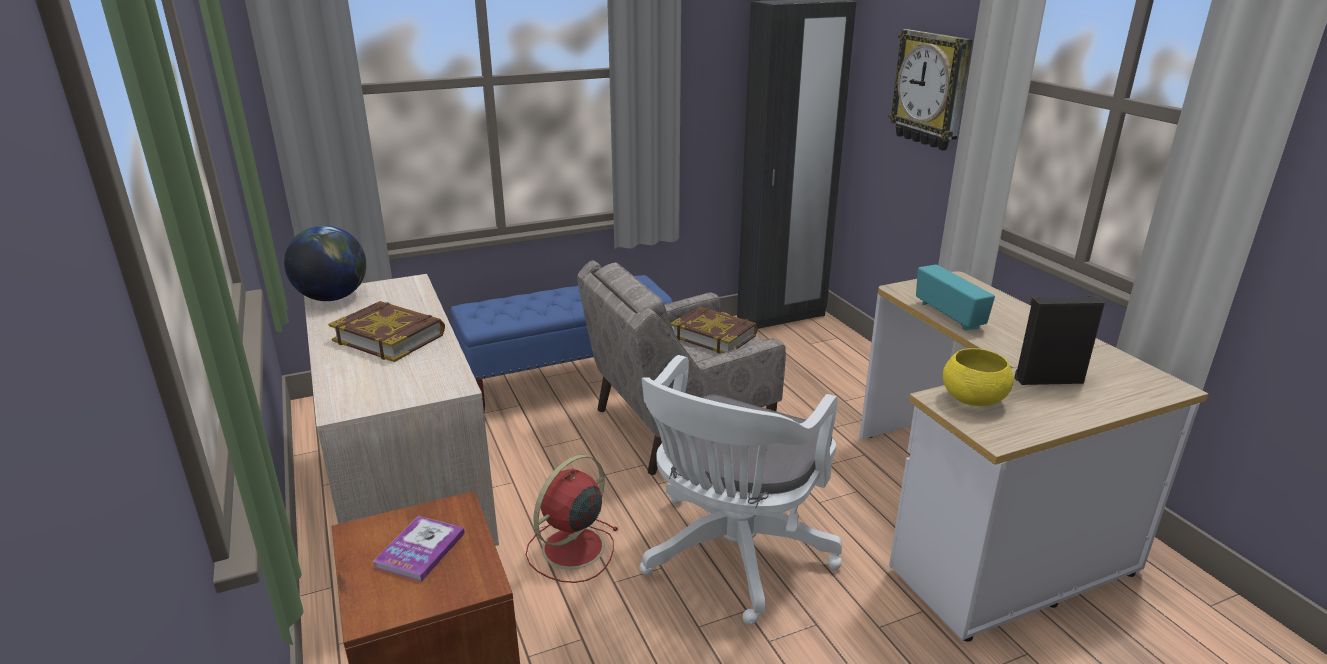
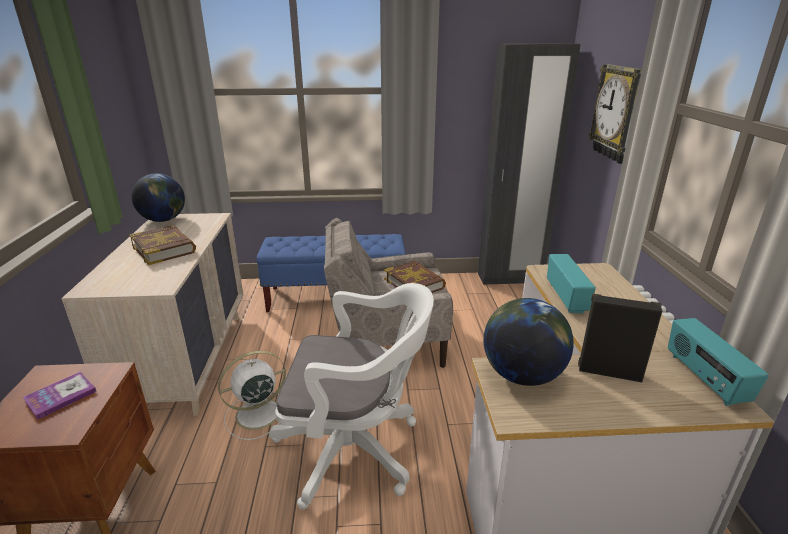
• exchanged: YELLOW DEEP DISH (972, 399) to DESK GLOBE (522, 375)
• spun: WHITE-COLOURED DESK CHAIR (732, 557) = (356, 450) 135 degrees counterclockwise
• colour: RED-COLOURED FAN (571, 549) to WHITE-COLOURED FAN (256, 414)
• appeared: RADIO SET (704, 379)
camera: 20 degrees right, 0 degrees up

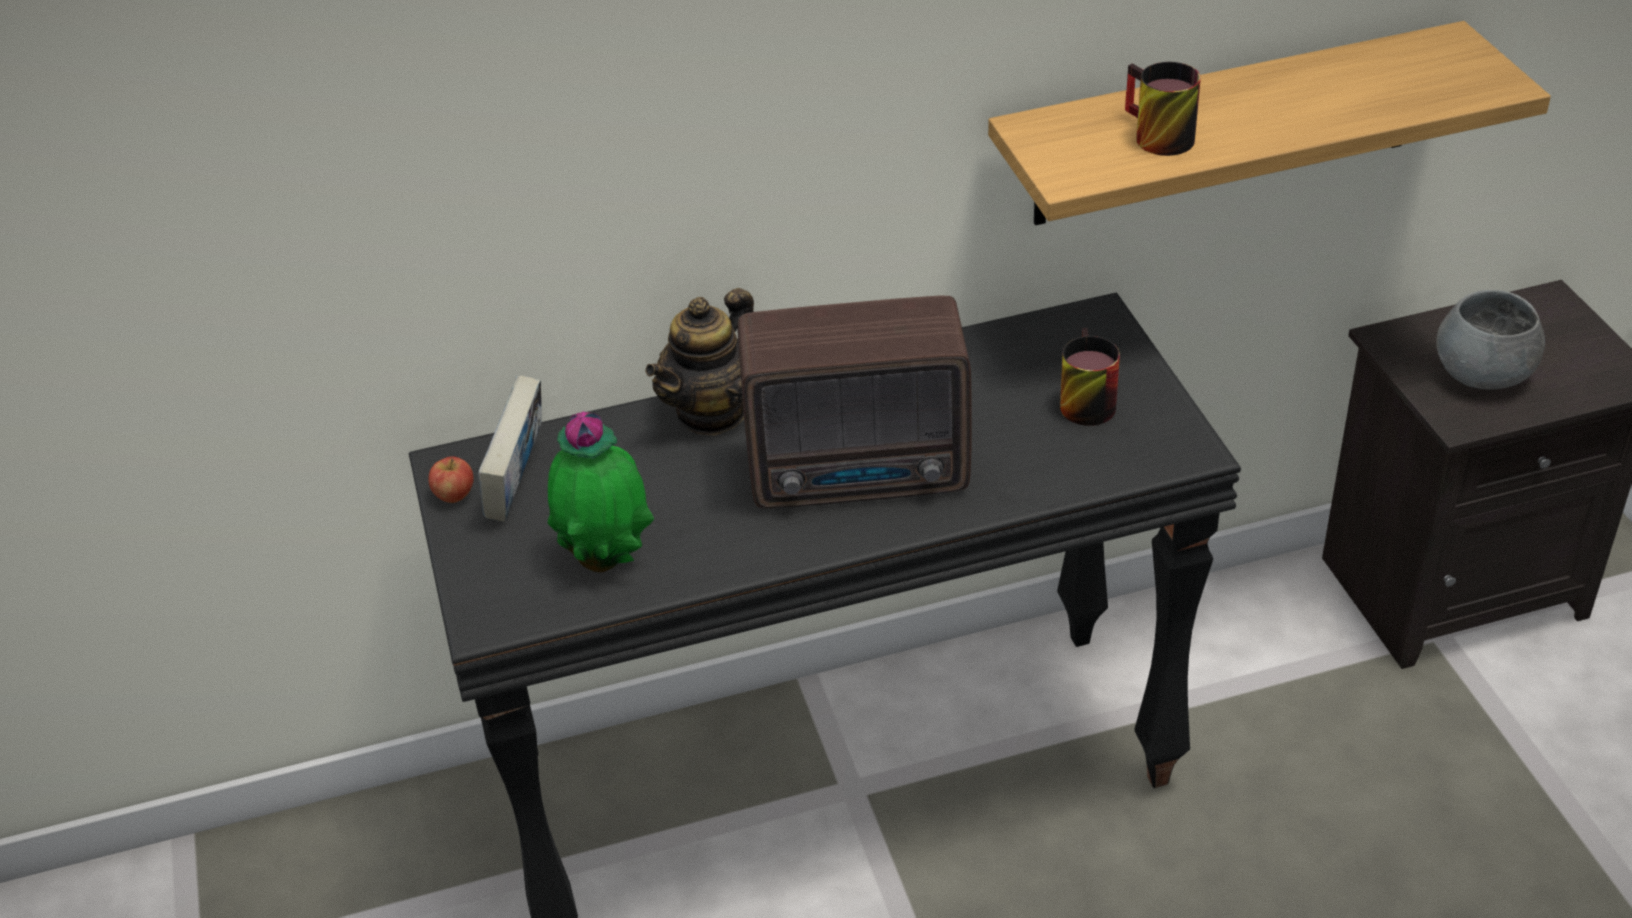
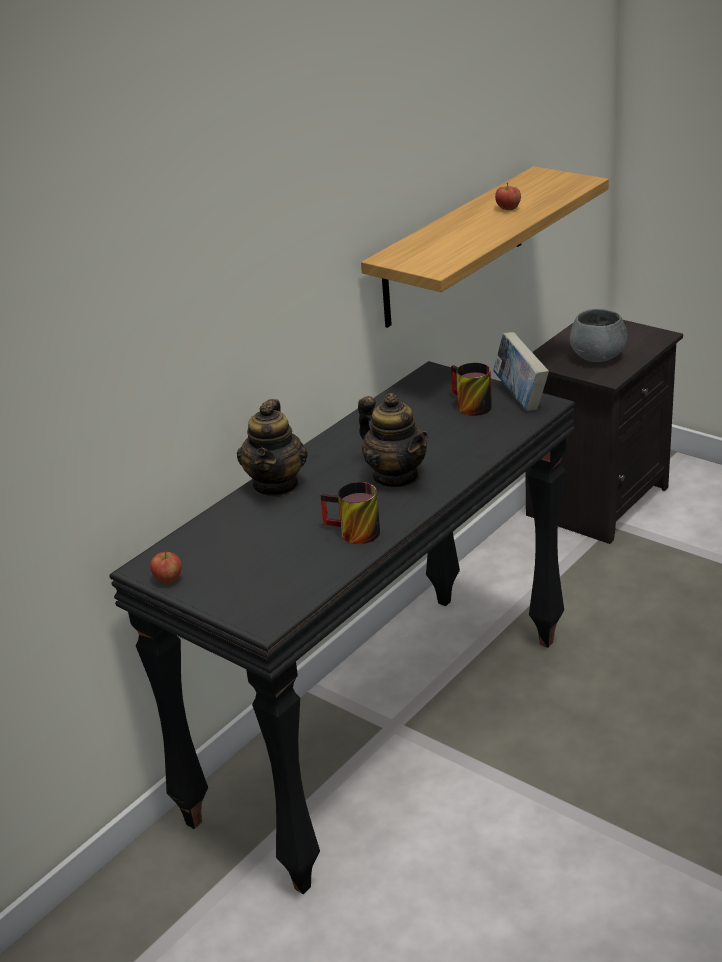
• relocated: COFFEE MUG (1153, 137) to (352, 534)
• exchanged: RADIO SET (863, 475) to TEAPOT (396, 476)
• relocated: VOLUME (519, 486) to (520, 397)
• missing: HOUSEPLANT (608, 560)
• appeared: APPLE FRUIT (508, 209)
camera: 35 degrees left, 10 degrees down

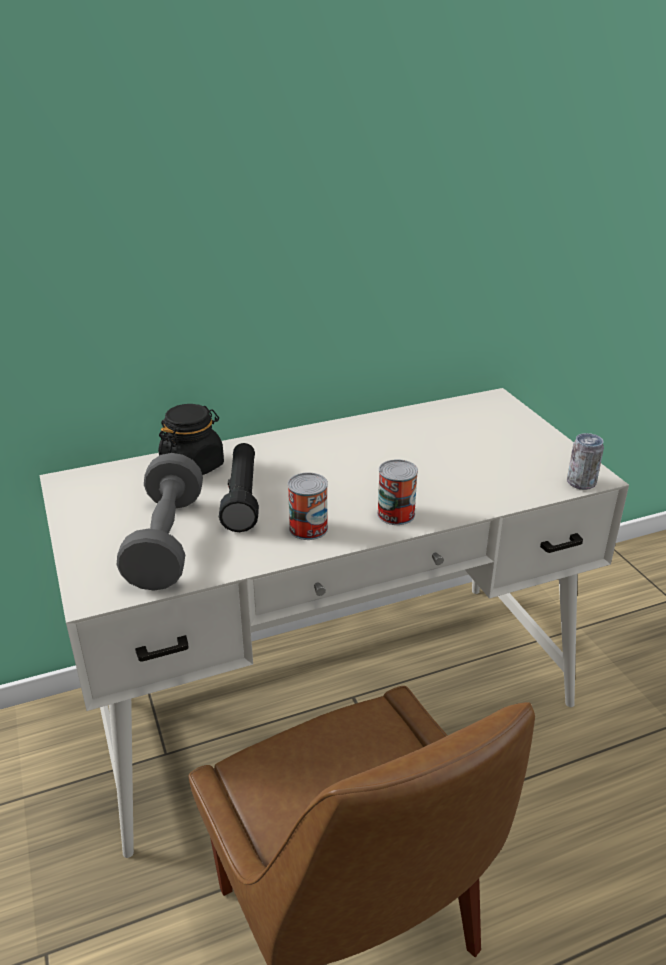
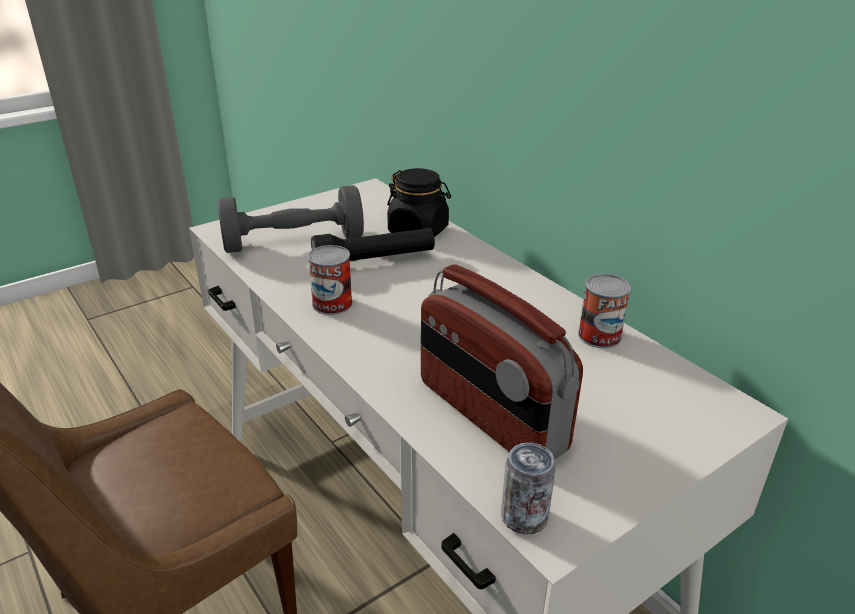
• relocated: CAN (396, 514) to (599, 335)
• appeared: RADIO SET (489, 416)
camera: 75 degrees right, 0 degrees up

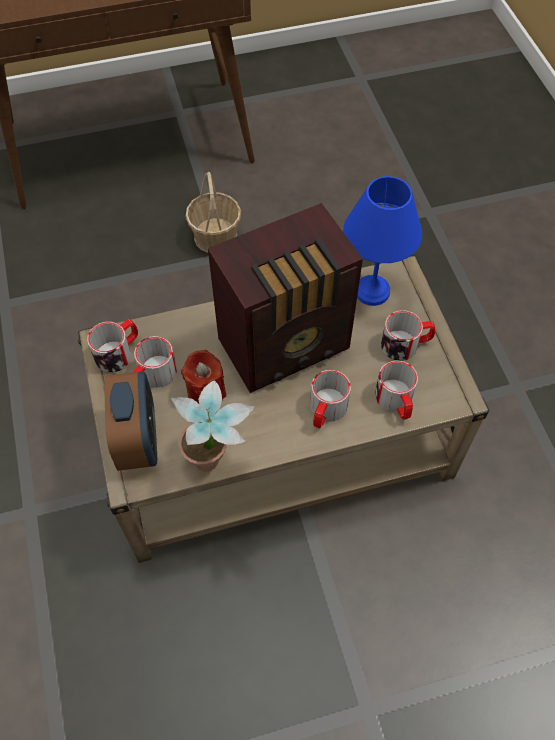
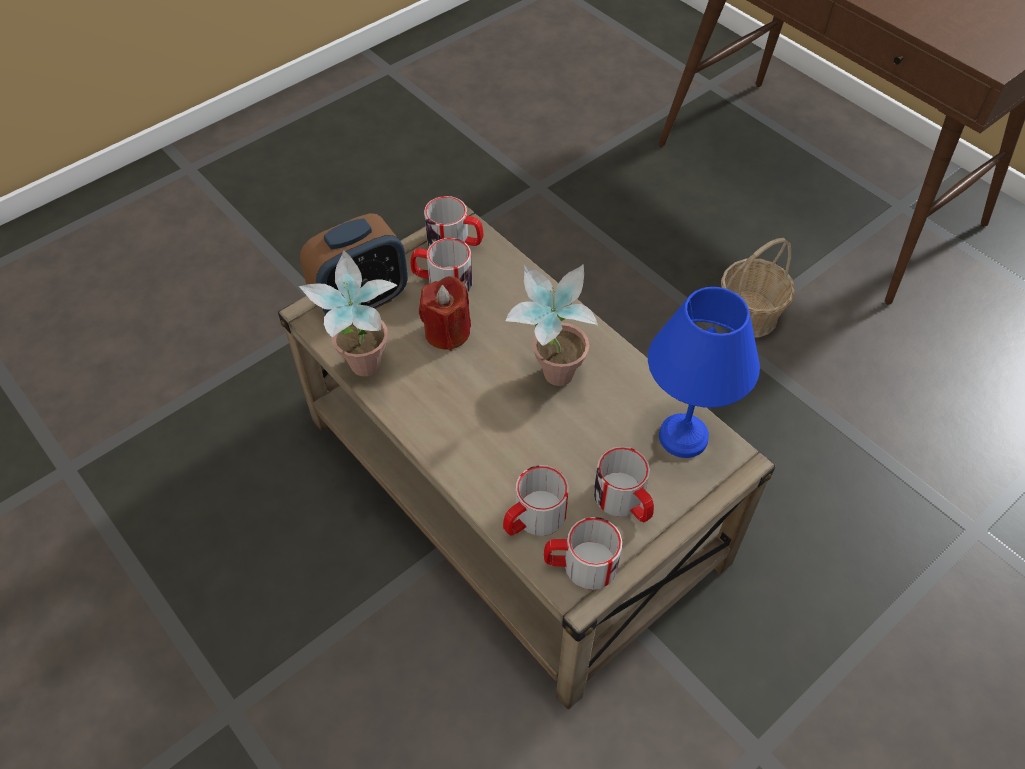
• exchanged: RADIO SET (287, 345) to HOUSEPLANT (550, 380)
• relocated: COFFEE MUG (325, 411) to (580, 565)
camera: 65 degrees right, 5 degrees down

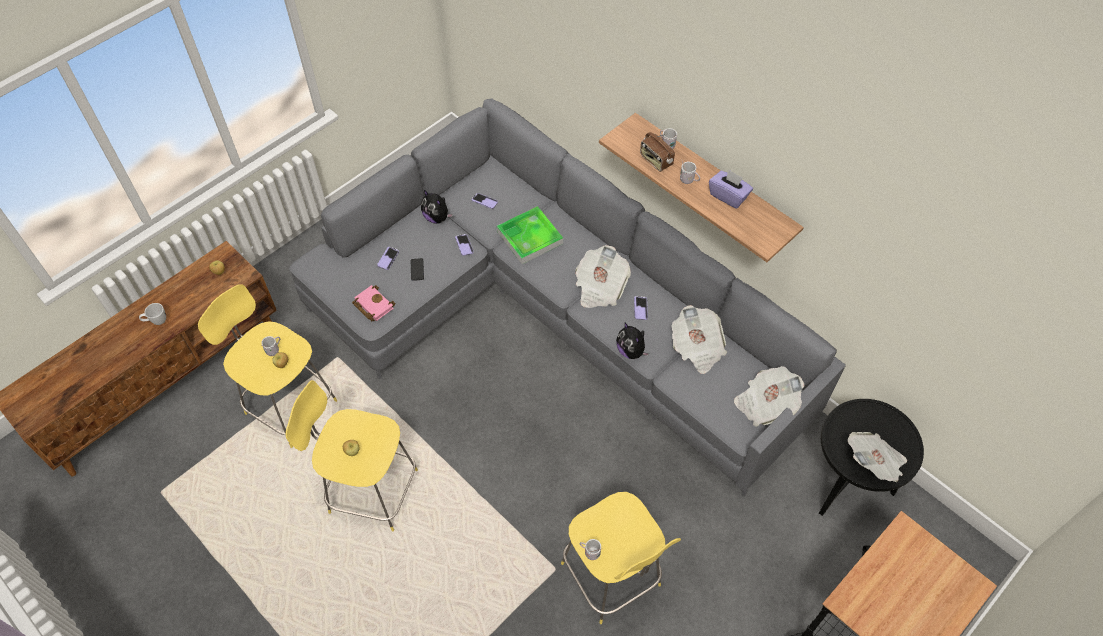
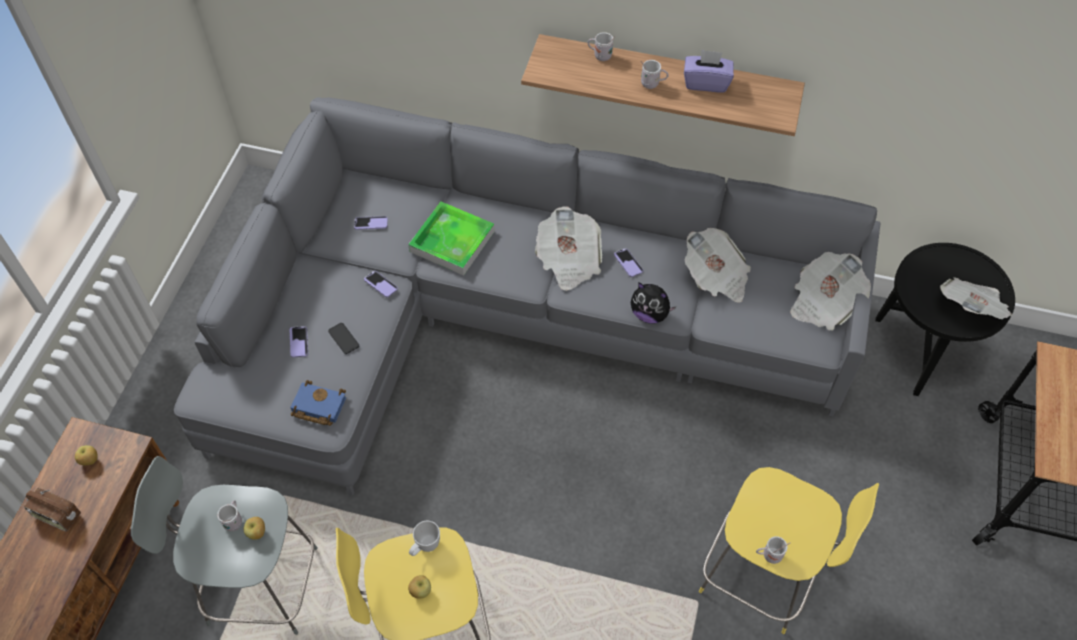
• relocated: RADIO SET (655, 160) to (57, 516)
• missing: CUDDLY TOY (437, 217)
• colour: YELLOW STOOL SEAT (288, 405) to GREYISH STOOL SEAT (258, 585)
• colour: PINK VOLUME (372, 305) to BLUE VOLUME (317, 406)
• relocated: WHITE-COLOURED COFFEE MUG (156, 321) to (425, 547)
camera: 30 degrees left, 0 degrees up

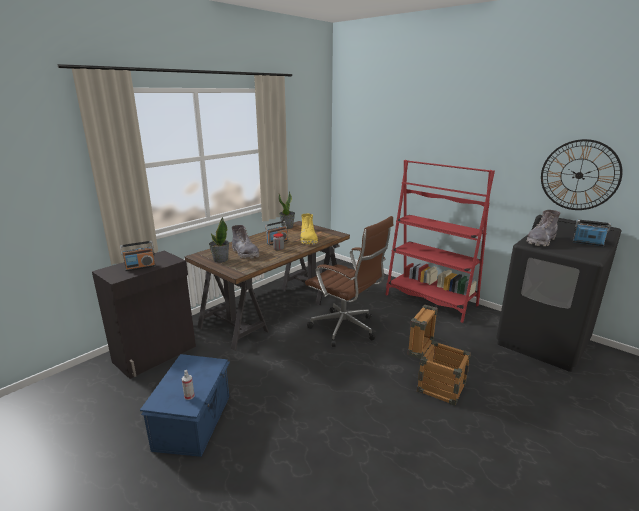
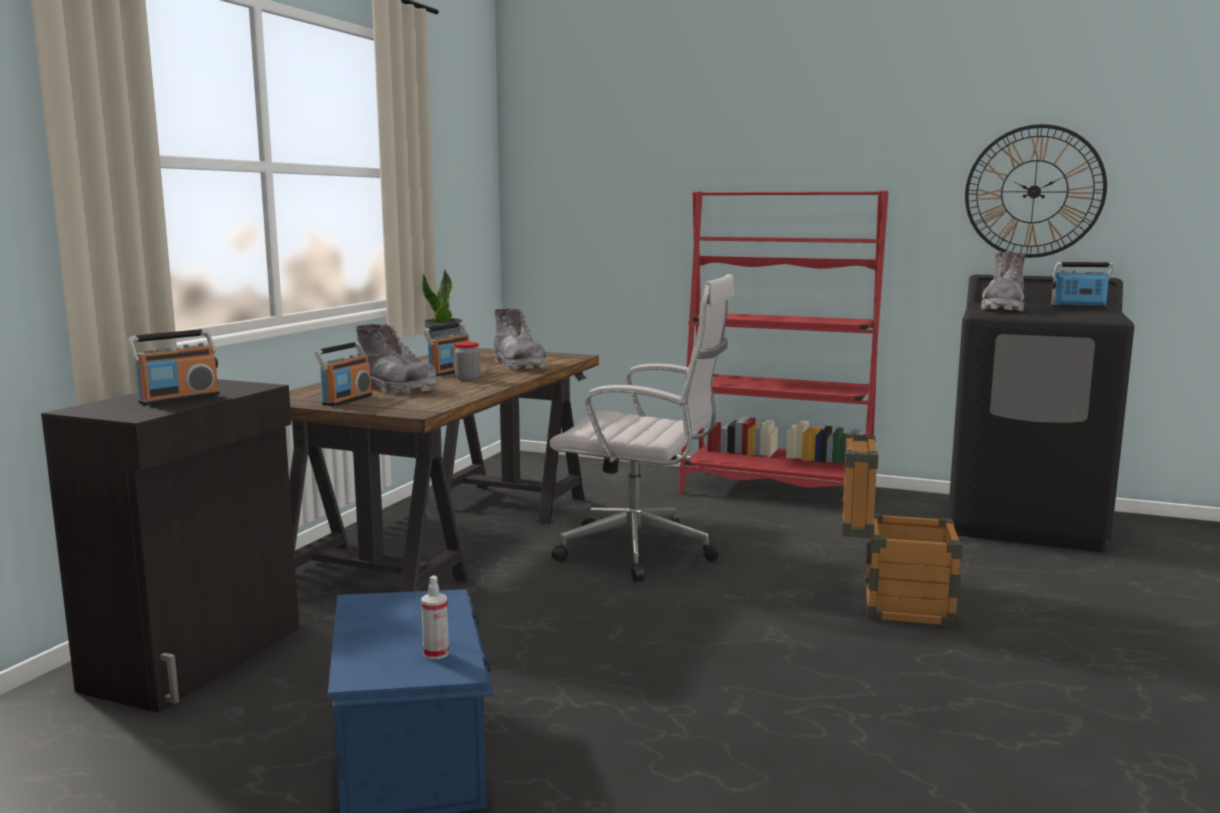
• colour: YELLOW BOOT (308, 240) to GREYISH BOOT (518, 366)
• colour: BROWNISH DESK CHAIR (346, 329) to WHITE-COLOURED DESK CHAIR (643, 553)
• exchanged: HOUSEPLANT (220, 260) to RADIO SET (346, 400)
camera: 20 degrees left, 10 degrees down

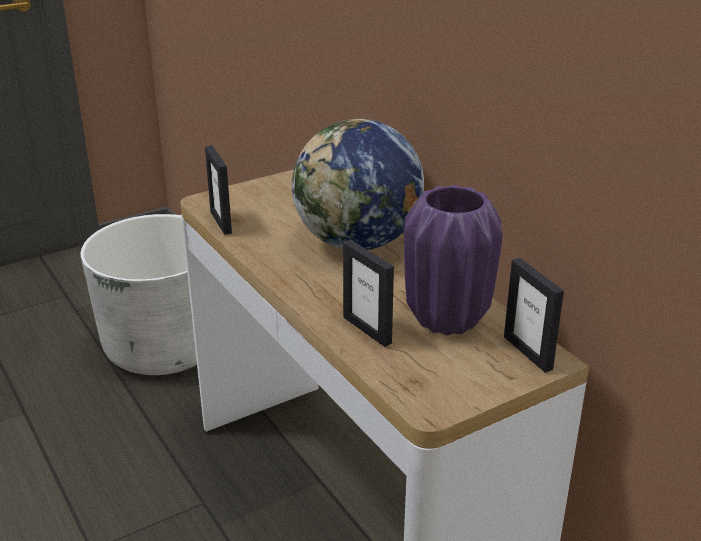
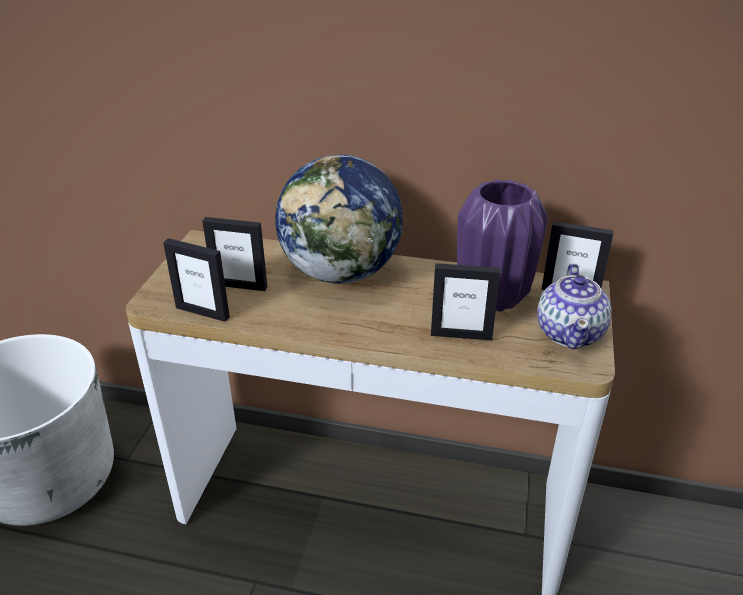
• appeared: PHOTO FRAME (240, 285)
• appeared: TEAPOT (570, 333)
camera: 45 degrees left, 5 degrees up

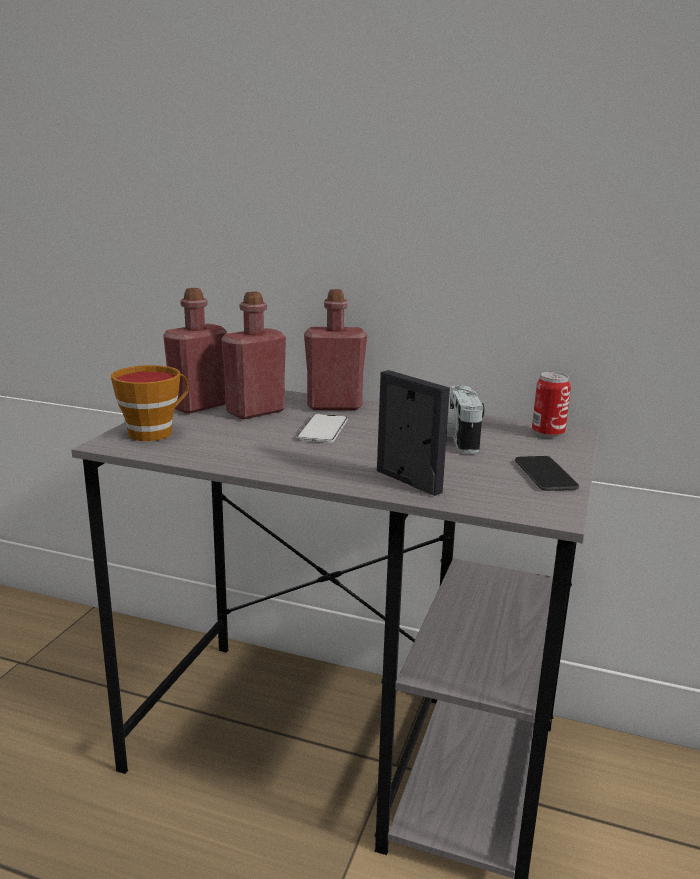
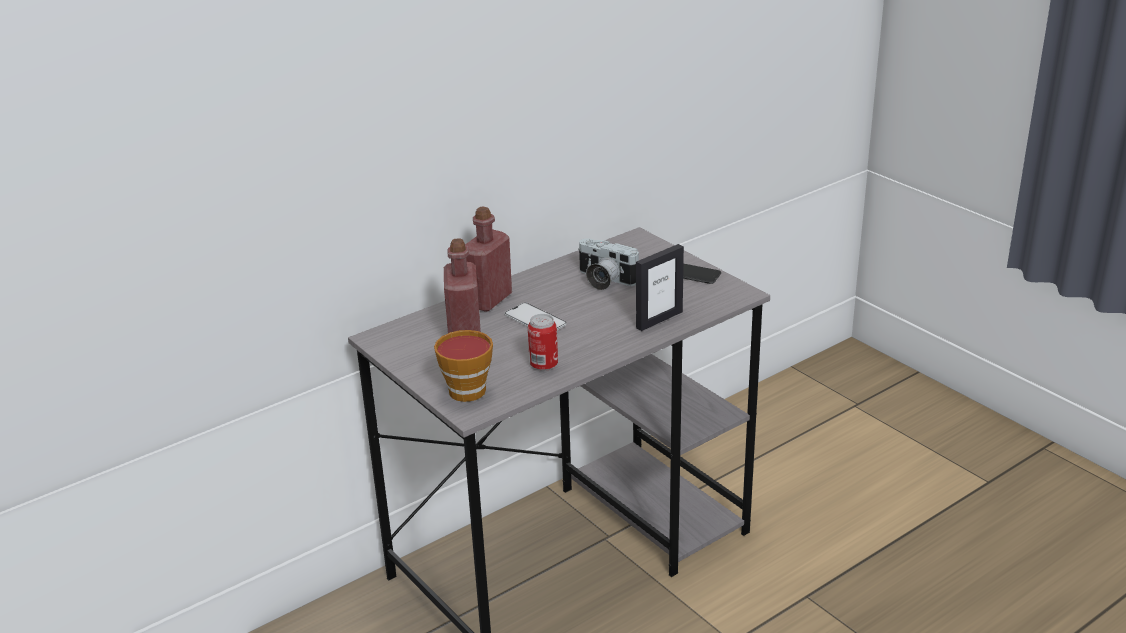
• missing: RED-COLOURED BOTTLE (199, 406)
• spun: PHOTO FRAME (408, 482) = (659, 319) 150 degrees clockwise
• relocated: CAN (548, 433) to (543, 365)
camera: 55 degrees left, 10 degrees up

